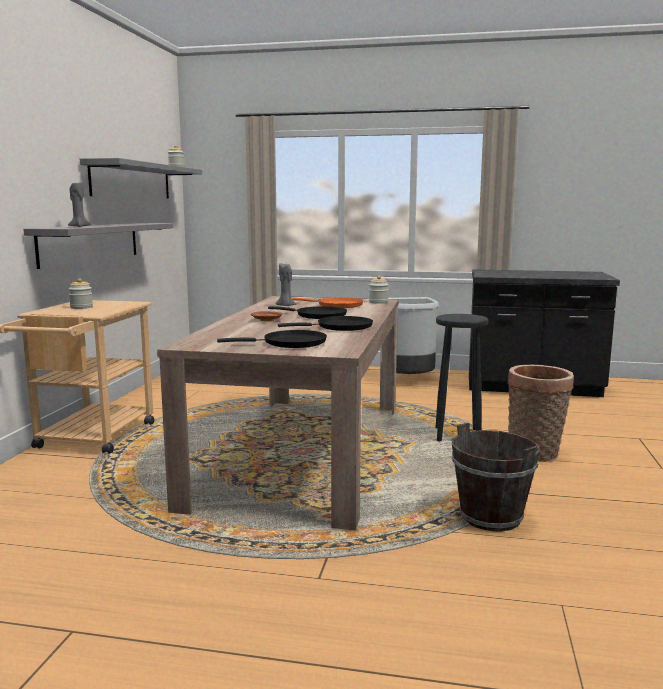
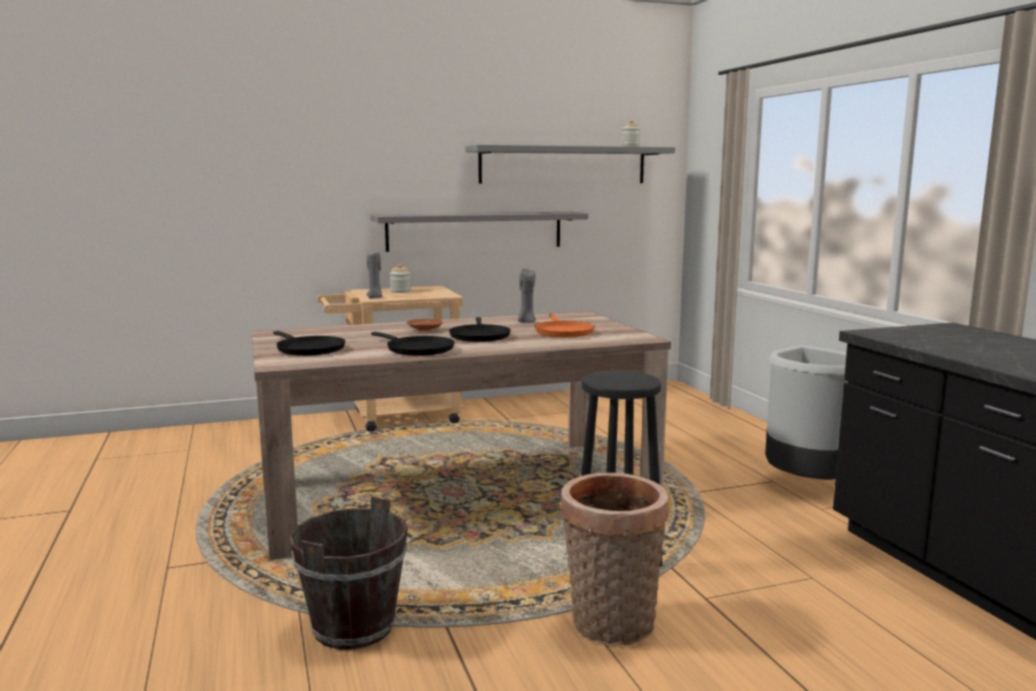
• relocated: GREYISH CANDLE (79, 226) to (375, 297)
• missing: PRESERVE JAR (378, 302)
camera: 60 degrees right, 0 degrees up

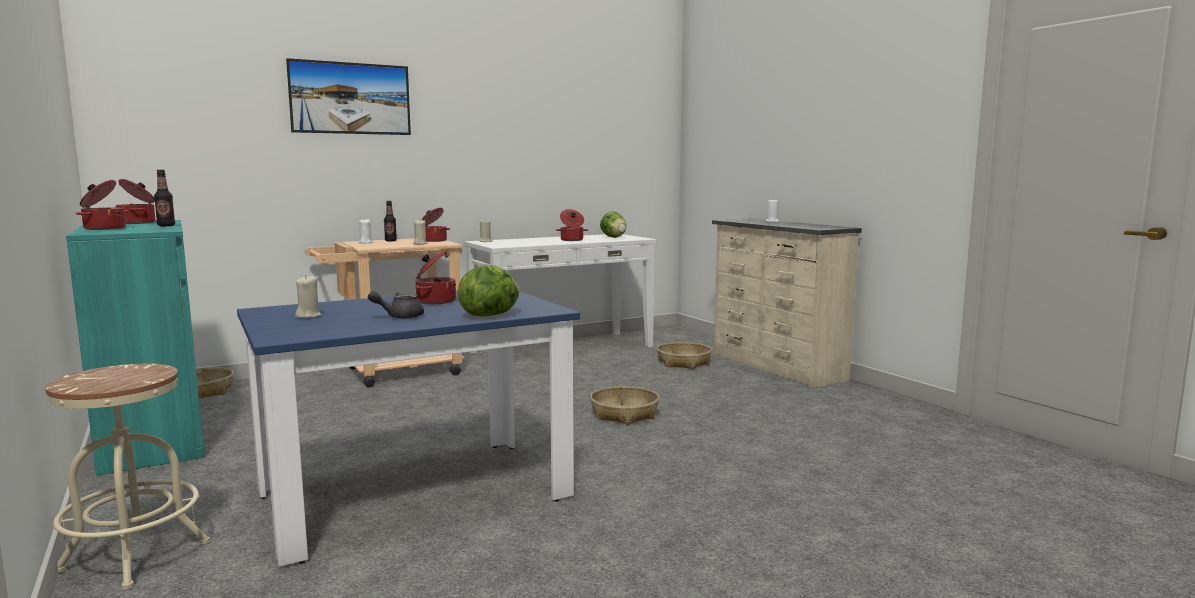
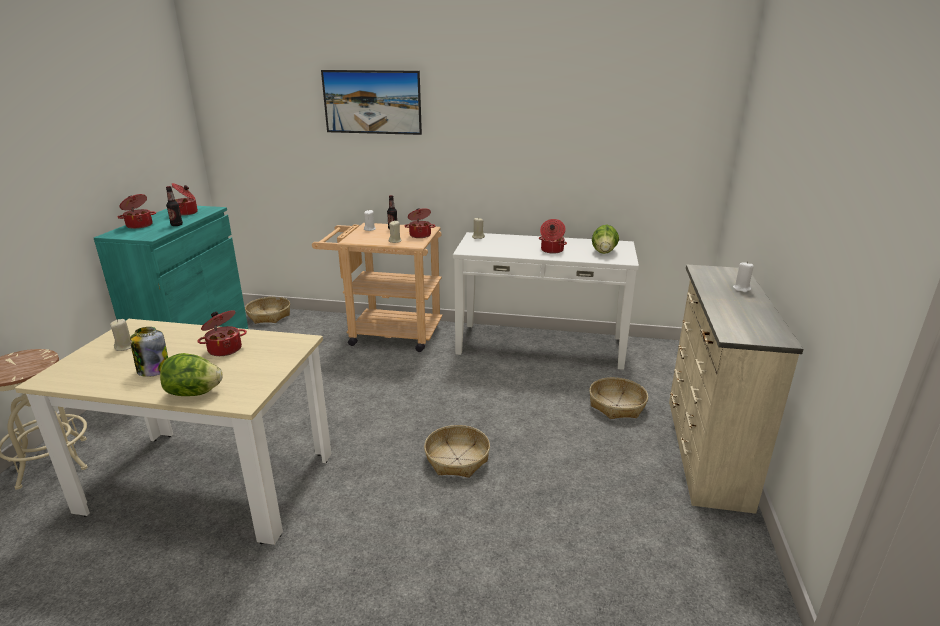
• colour: BLUE DINING TABLE (415, 495) to BEIGE-COLOURED DINING TABLE (210, 483)
• exchanged: GREYISH TEAPOT (399, 316) to PRESERVE JAR (153, 370)
camera: 40 degrees right, 15 degrees up

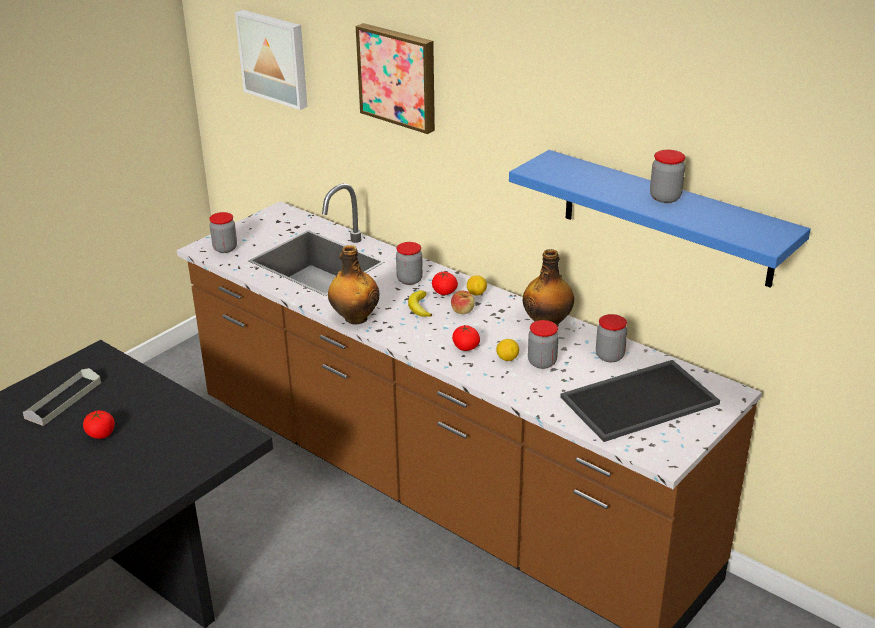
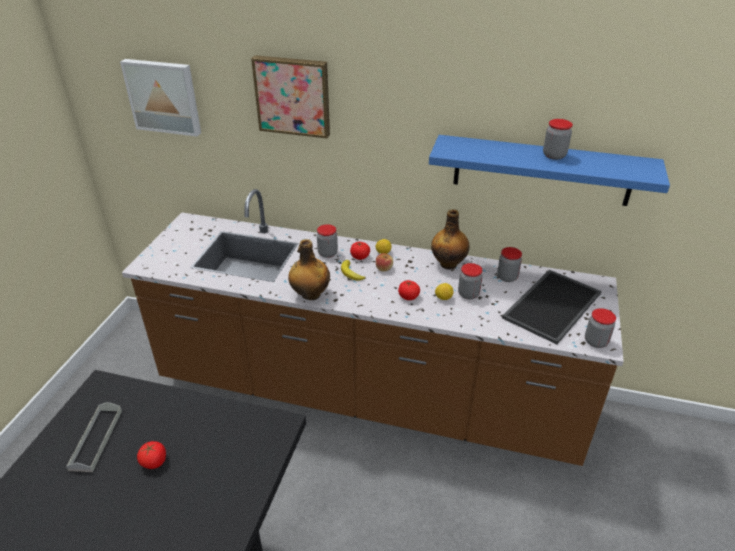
• relocated: PRESERVE JAR (225, 248) to (596, 341)
camera: 25 degrees left, 5 degrees up

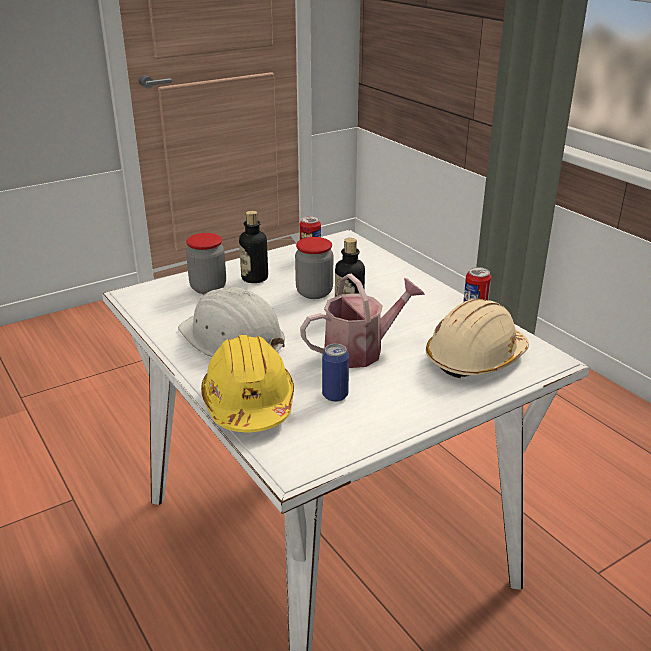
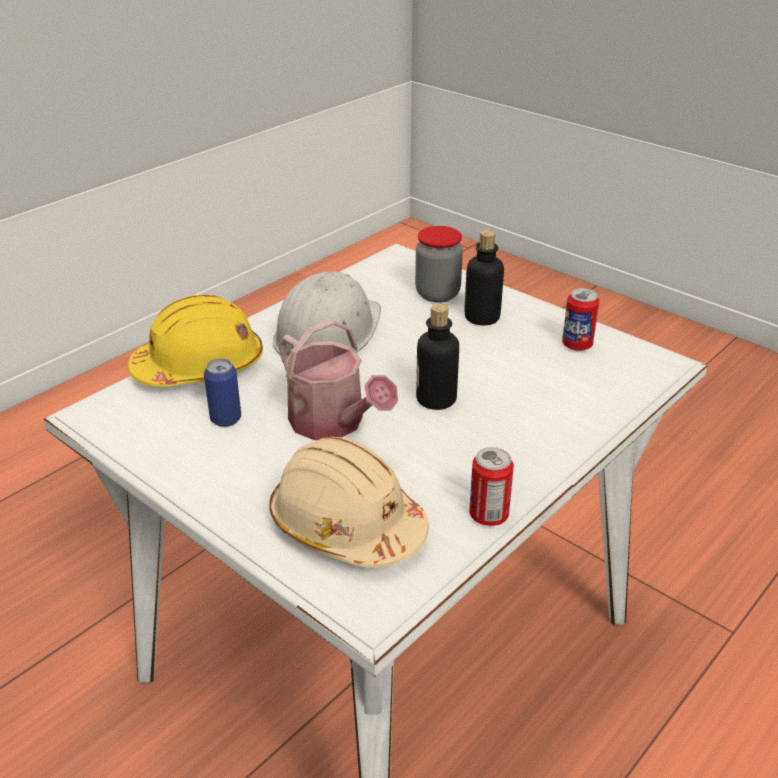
• missing: PRESERVE JAR (314, 292)
camera: 75 degrees right, 5 degrees up

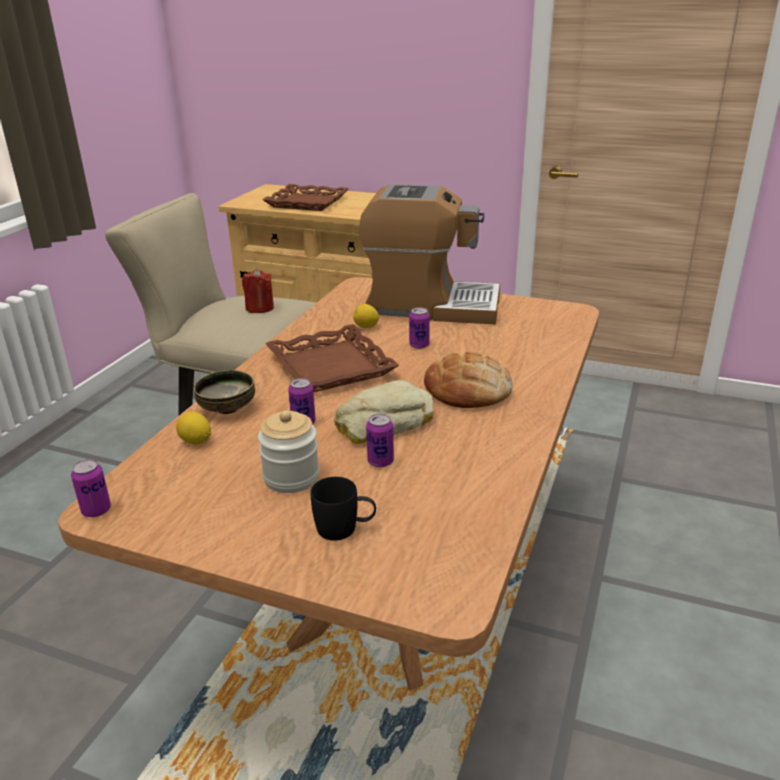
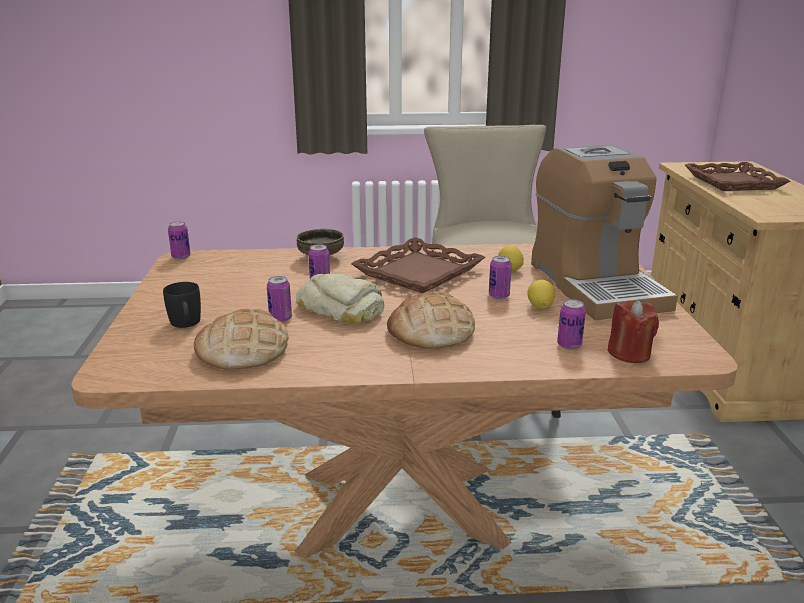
• relocated: RED-COLOURED CANDLE (259, 308) to (629, 353)
• missing: PRESERVE JAR (291, 477)
• relocated: CITRUS FRUIT (195, 442) to (540, 307)
• appeared: CAN (569, 345)
• appeared: BAKERY BREAD (242, 350)
camera: 65 degrees right, 5 degrees down

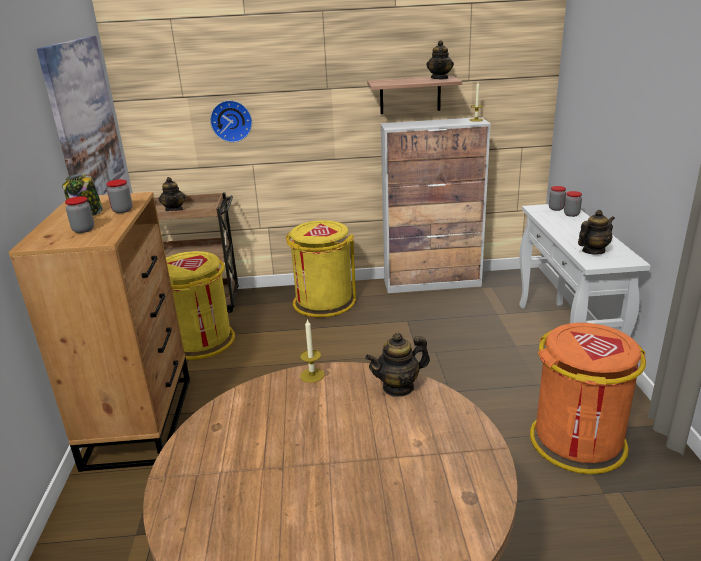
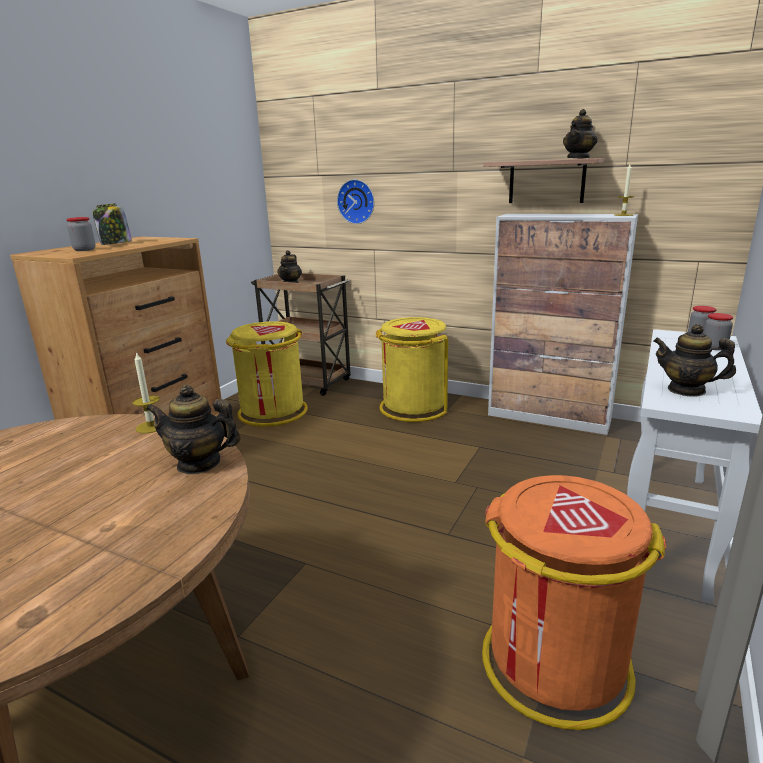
• missing: WALL ART (85, 120)
• missing: PRESERVE JAR (122, 210)
• spun: TEAPOT (593, 251) = (686, 390) 150 degrees counterclockwise
camera: 30 degrees right, 5 degrees down

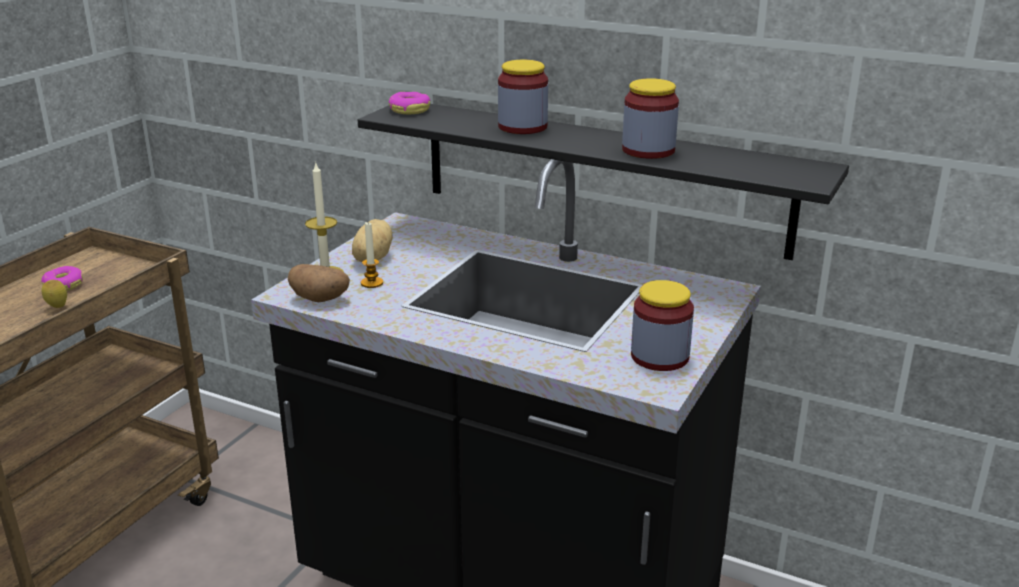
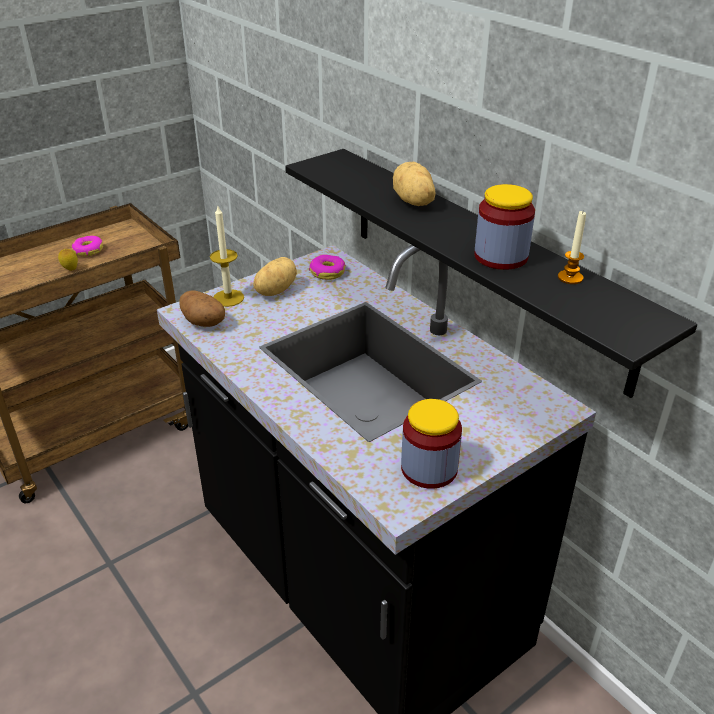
• exchanged: PRESERVE JAR (522, 127) to POTATO (413, 202)
• relocated: DOUGHNUT (409, 110) to (327, 272)
• relocated: CANDLE (372, 283) to (570, 278)
camera: 25 degrees right, 10 degrees up

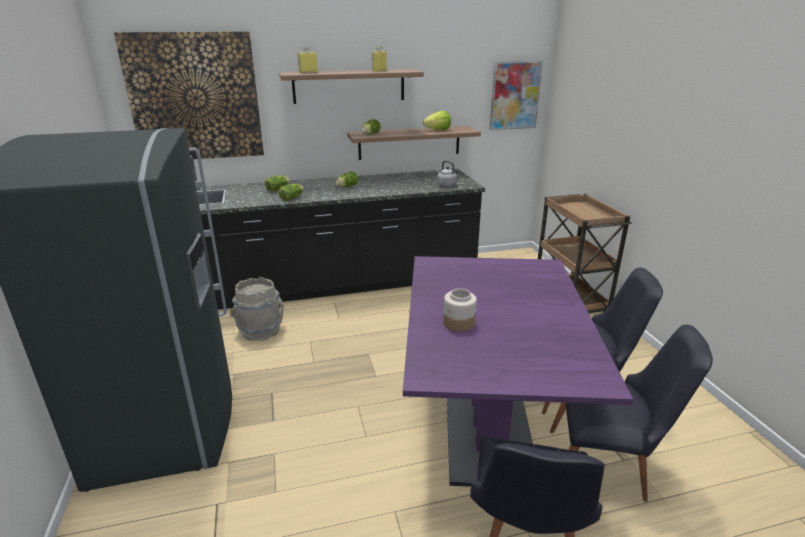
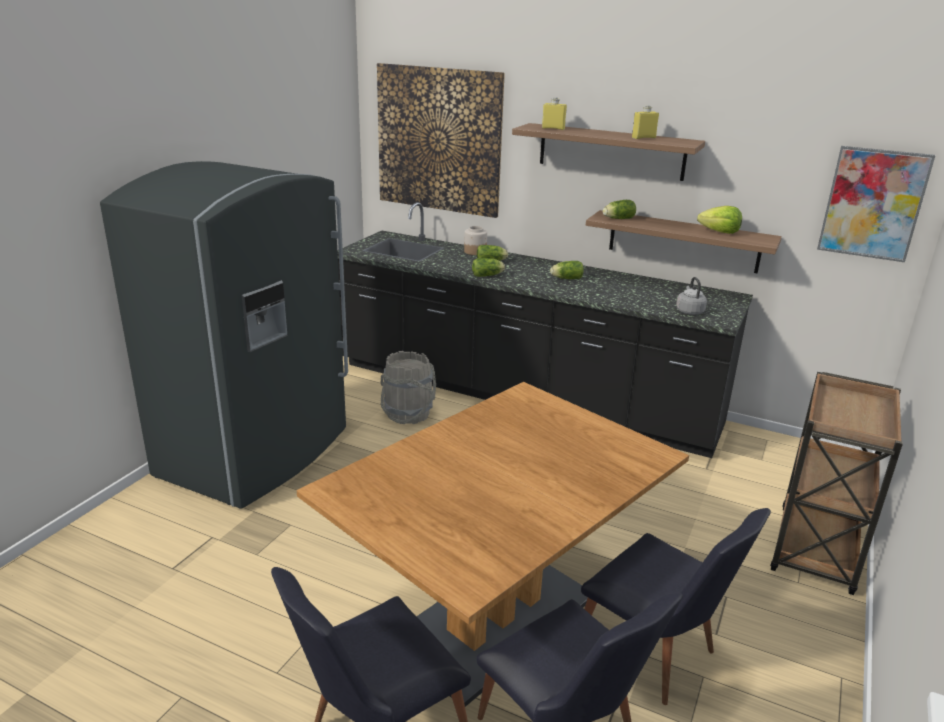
• colour: PURPLE-COLOURED DINING TABLE (487, 427) to BROWNISH DINING TABLE (494, 619)
• relocated: PRESERVE JAR (459, 323) to (475, 252)
camera: 40 degrees right, 0 degrees up

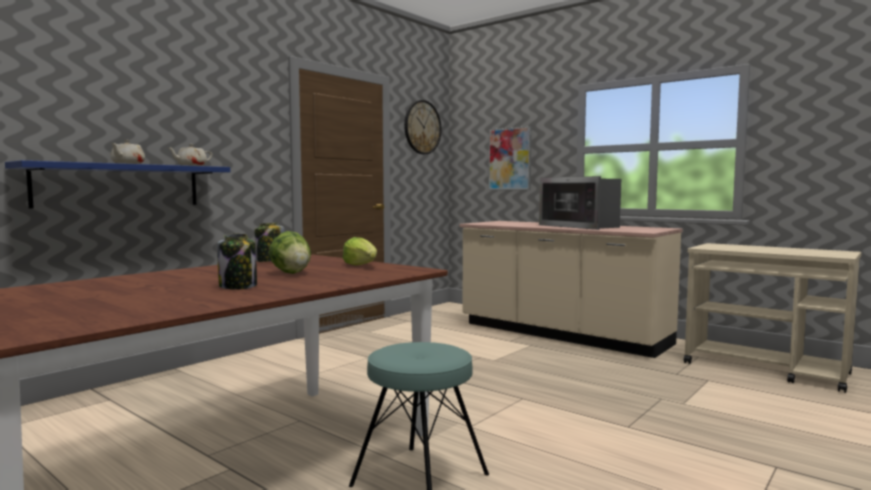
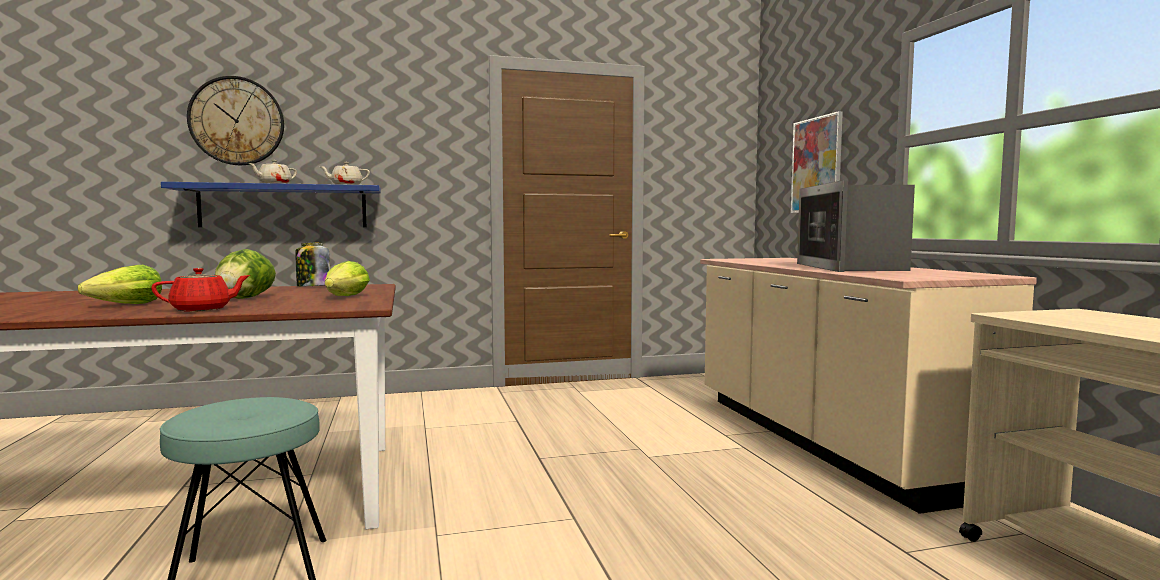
• relocated: WALL CLOCK (422, 127) to (237, 121)
• exchanged: PRESERVE JAR (238, 286) to LETTUCE HEAD (127, 305)
• appeared: RED-COLOURED TEAPOT (202, 309)
camera: 35 degrees right, 0 degrees up

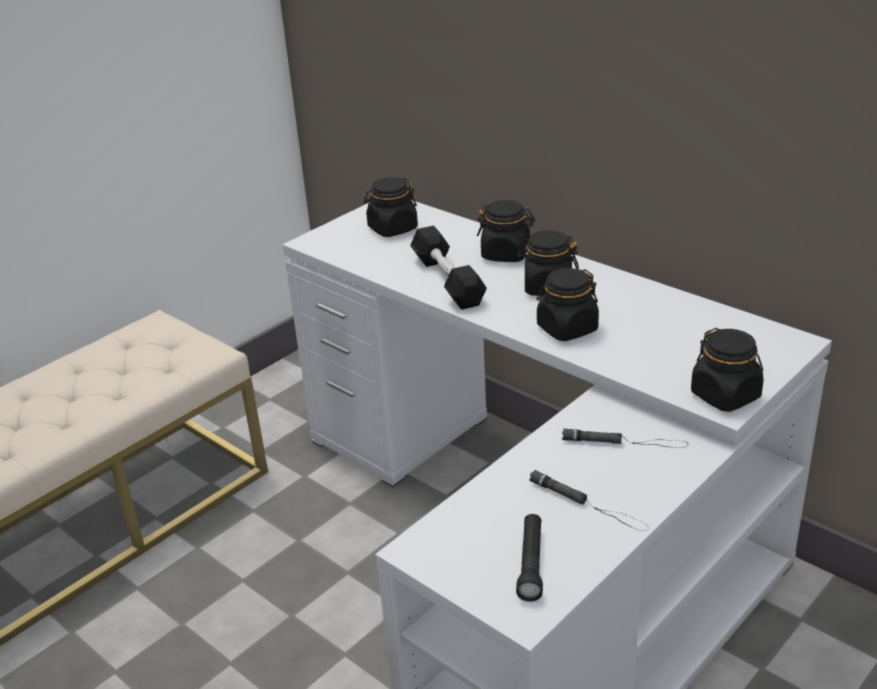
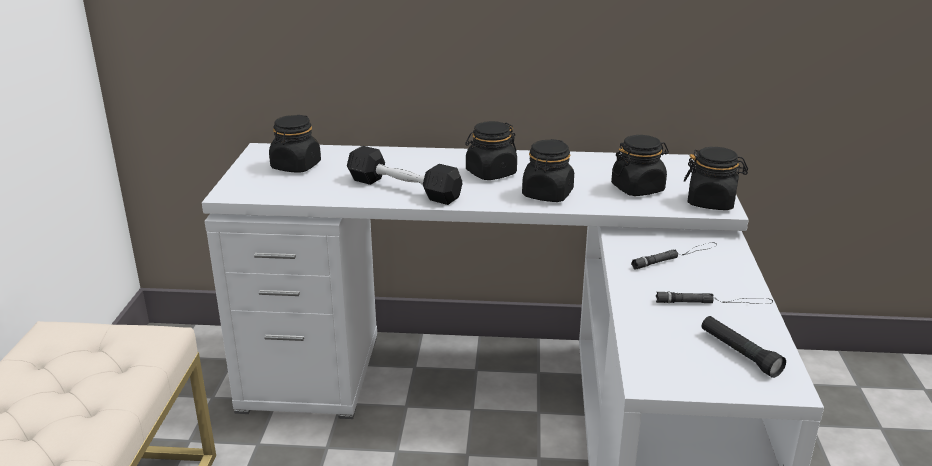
• relocated: BLACK PRESERVE JAR (506, 254) to (638, 188)
camera: 40 degrees left, 5 degrees down

